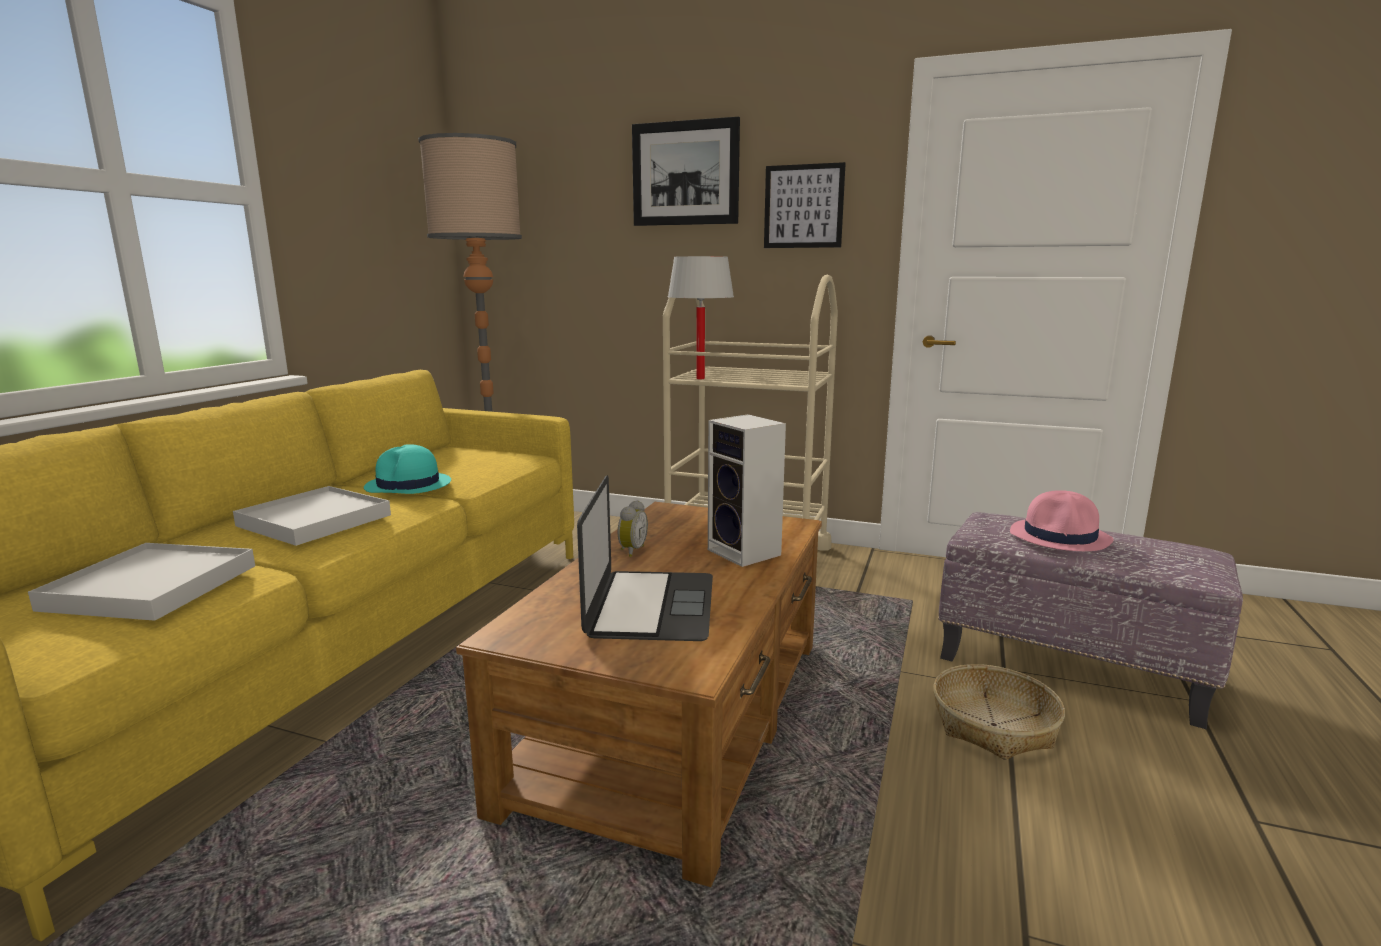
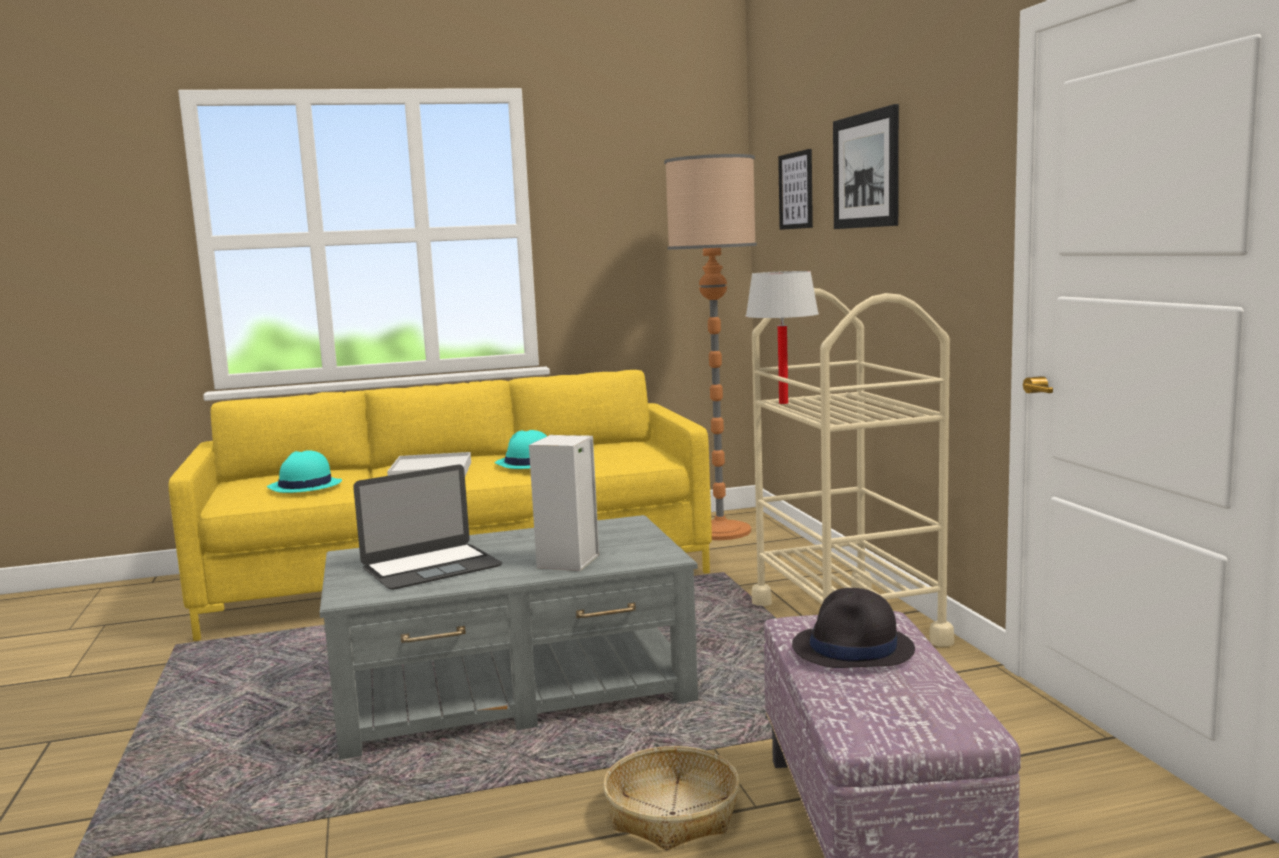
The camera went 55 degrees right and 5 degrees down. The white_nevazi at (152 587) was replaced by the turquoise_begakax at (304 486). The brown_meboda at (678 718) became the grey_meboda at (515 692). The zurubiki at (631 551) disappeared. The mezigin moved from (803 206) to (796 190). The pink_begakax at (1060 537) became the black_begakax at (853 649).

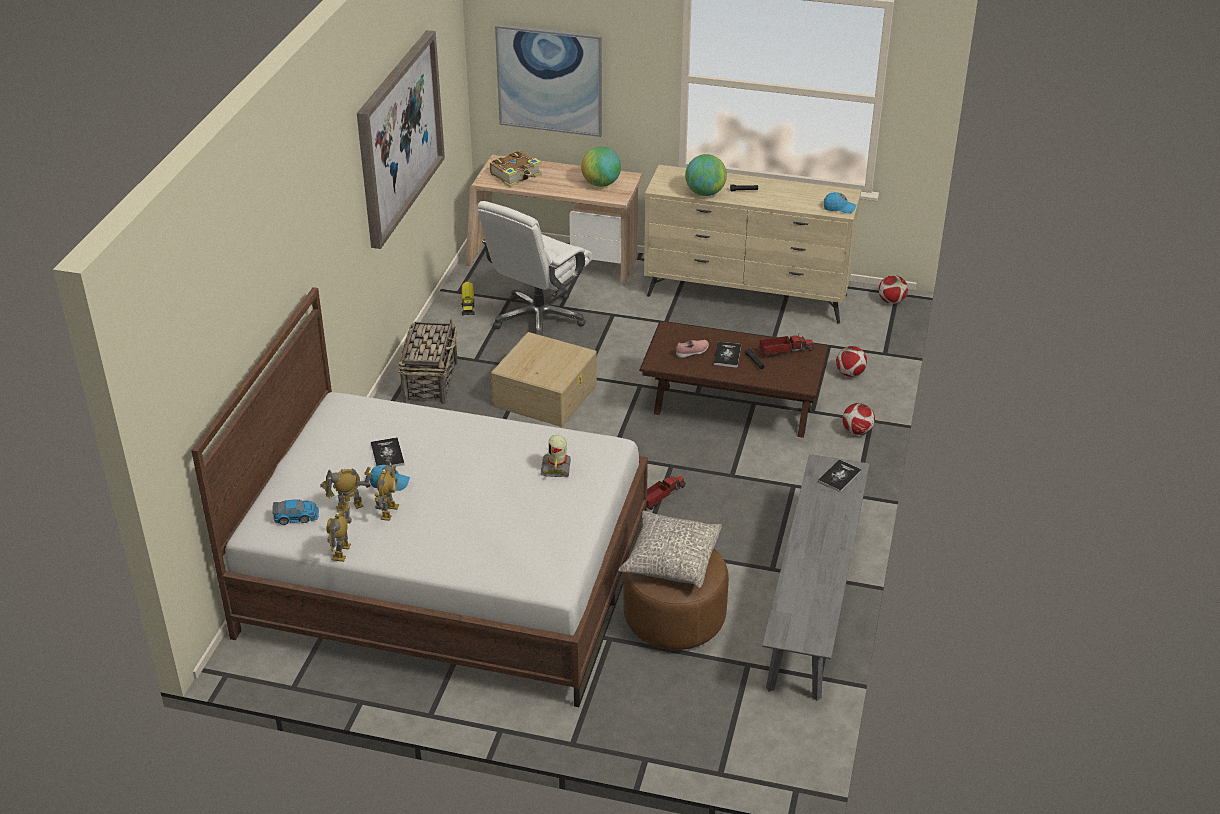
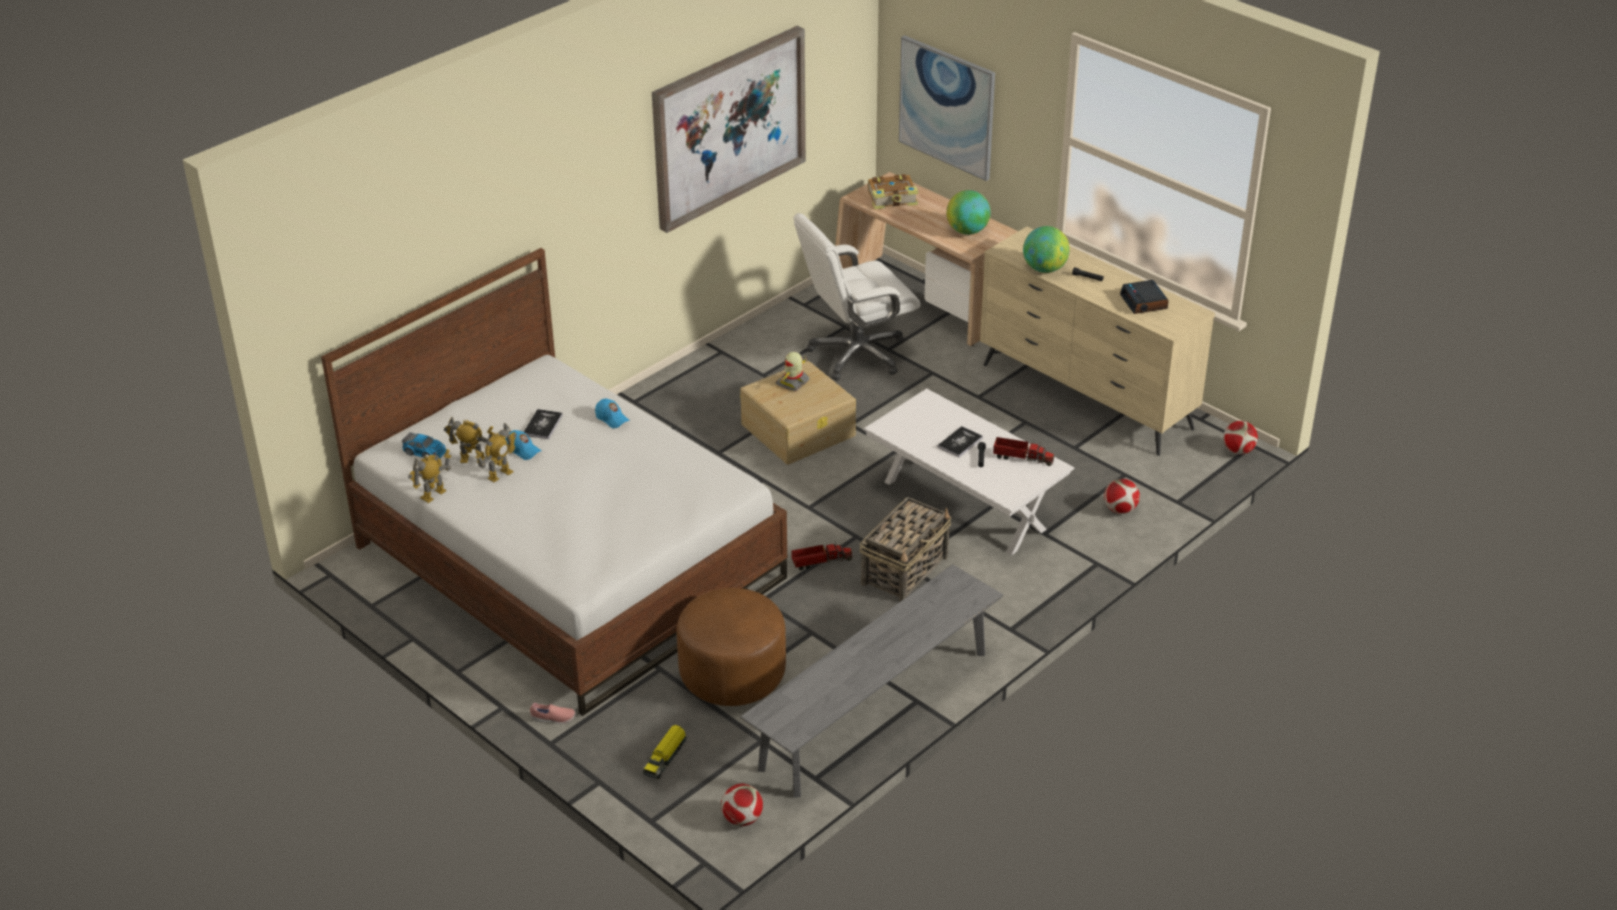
The camera went 30 degrees right and 0 degrees up. The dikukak moved from (431 381) to (905 569). The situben moved from (468 304) to (665 757). The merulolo moved from (556 468) to (793 383). The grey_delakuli at (671 559) disappeared. The brown_meboda at (732 411) became the white_meboda at (963 505). The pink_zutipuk moved from (692 352) to (553 719). The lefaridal at (839 477) disappeared. The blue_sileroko moved from (839 208) to (612 419). The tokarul moved from (856 431) to (742 819). The zurubiki at (1144 302) appeared.

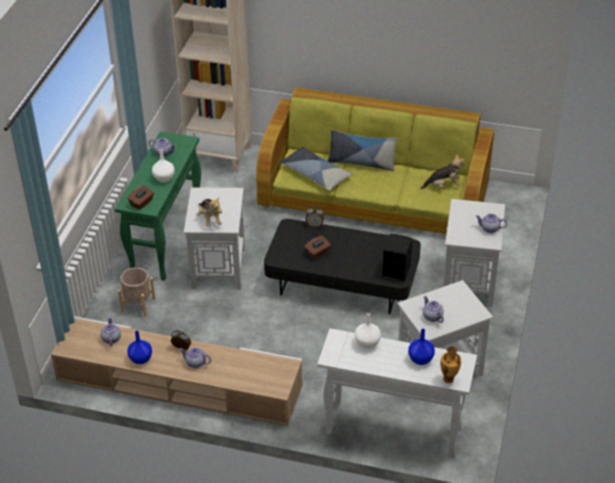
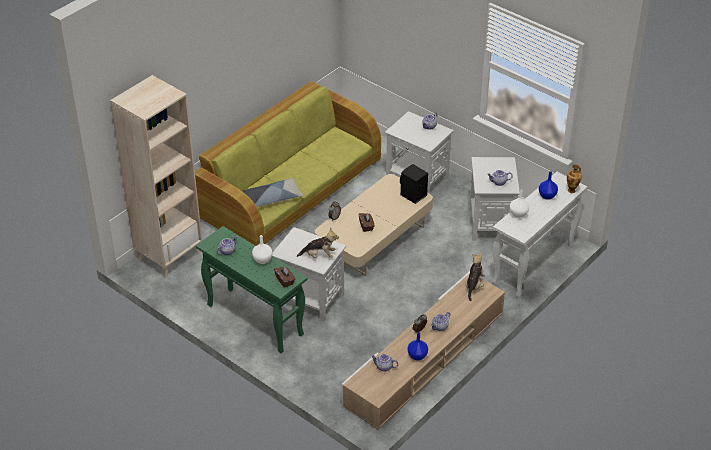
The camera went 65 degrees left and 0 degrees up. The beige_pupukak at (138 305) disappeared. The black_meboda at (342 282) became the beige_meboda at (374 239). The delakuli at (361 163) disappeared. The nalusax moved from (443 186) to (474 285).

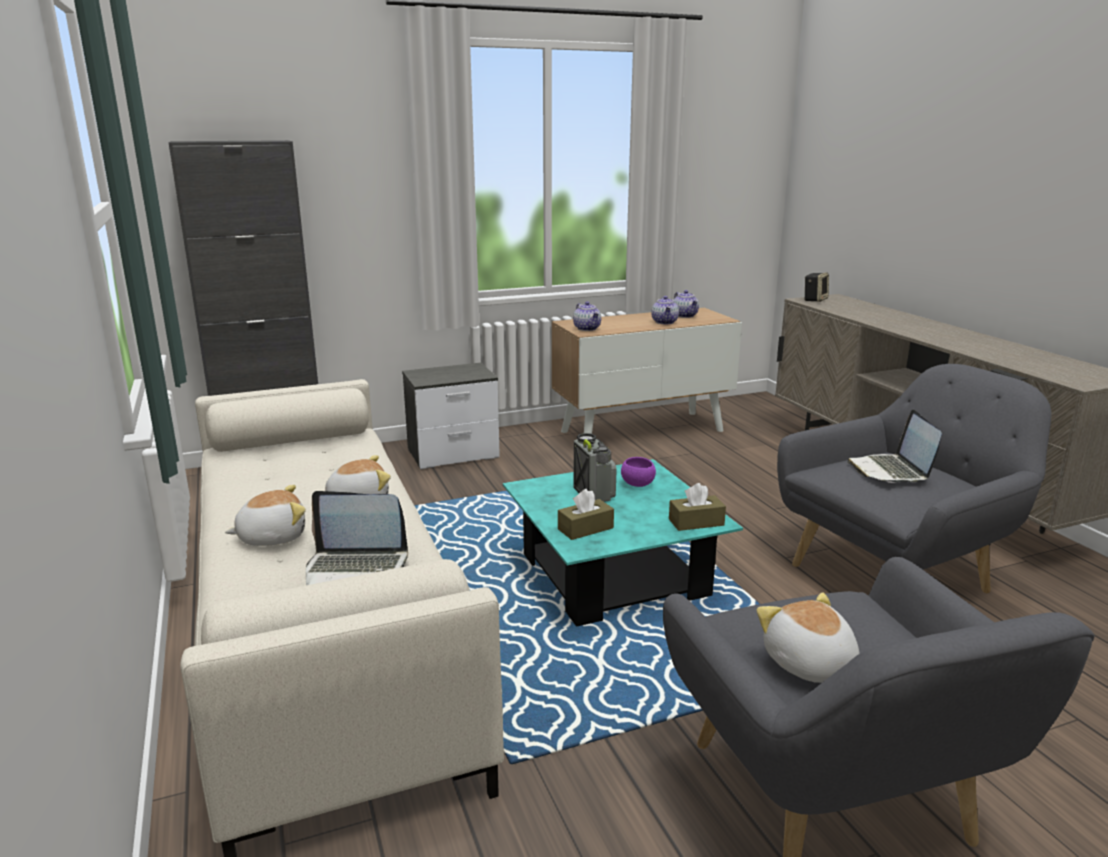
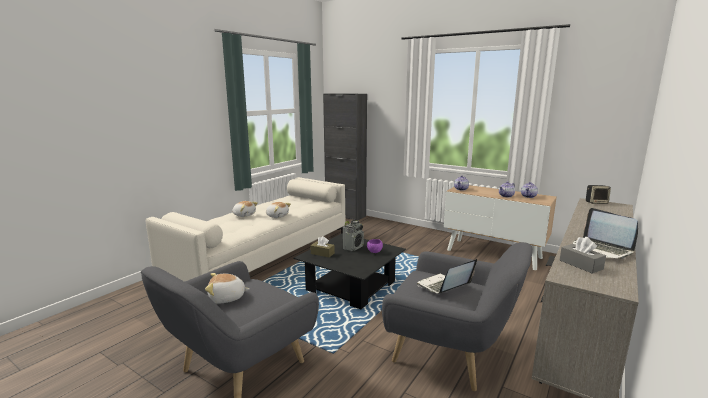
The camera went 55 degrees right and 5 degrees down. The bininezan moved from (356 570) to (600 250). The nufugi at (454 454) disappeared. The turquoise_meboda at (613 575) became the black_meboda at (351 286). The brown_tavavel at (696 522) disappeared. The nalusax at (808 664) turned 135 degrees counterclockwise. The grey_tavavel at (580 265) appeared.

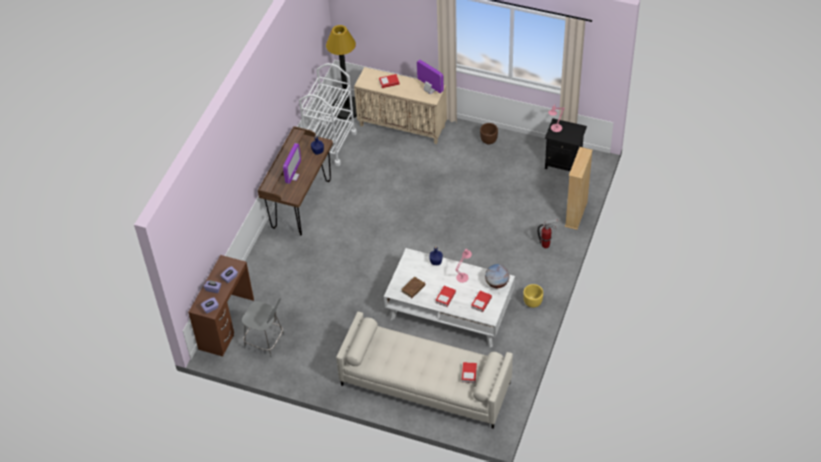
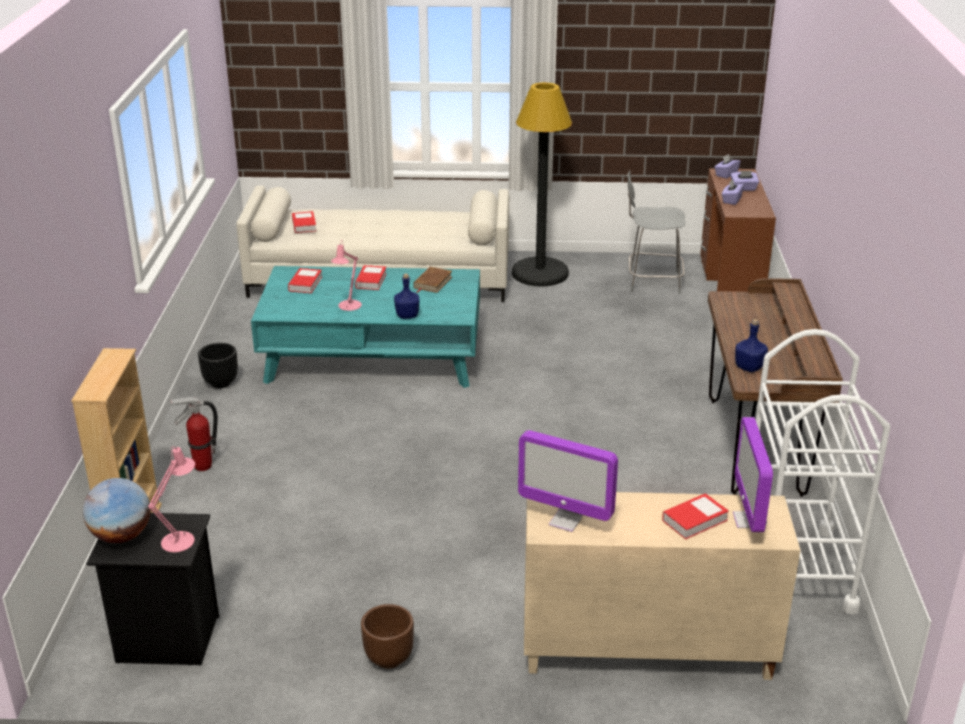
The camera went 160 degrees right and 20 degrees down. The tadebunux moved from (293 176) to (749 520). The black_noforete moved from (346 108) to (540 273). The white_meboda at (449 308) became the turquoise_meboda at (373 355). The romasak moved from (497 283) to (121 536). The yellow_pupukak at (533 303) became the black_pupukak at (220 382).

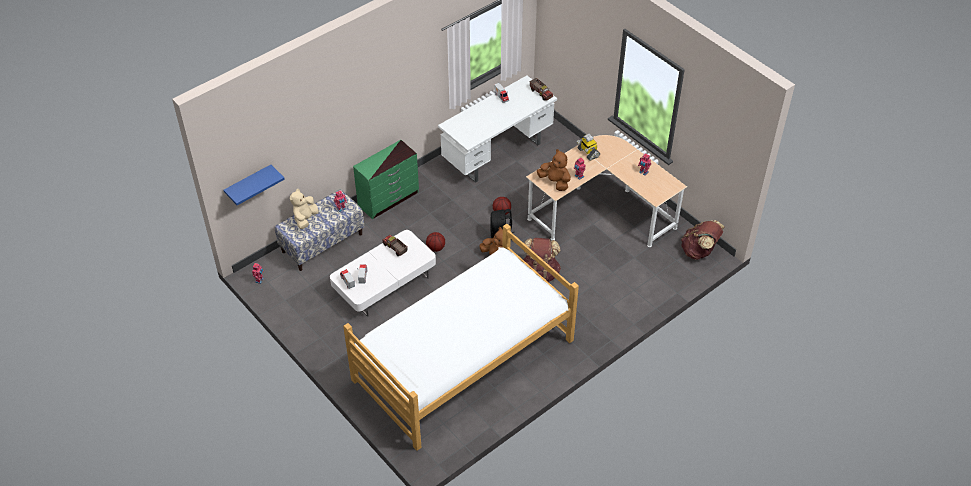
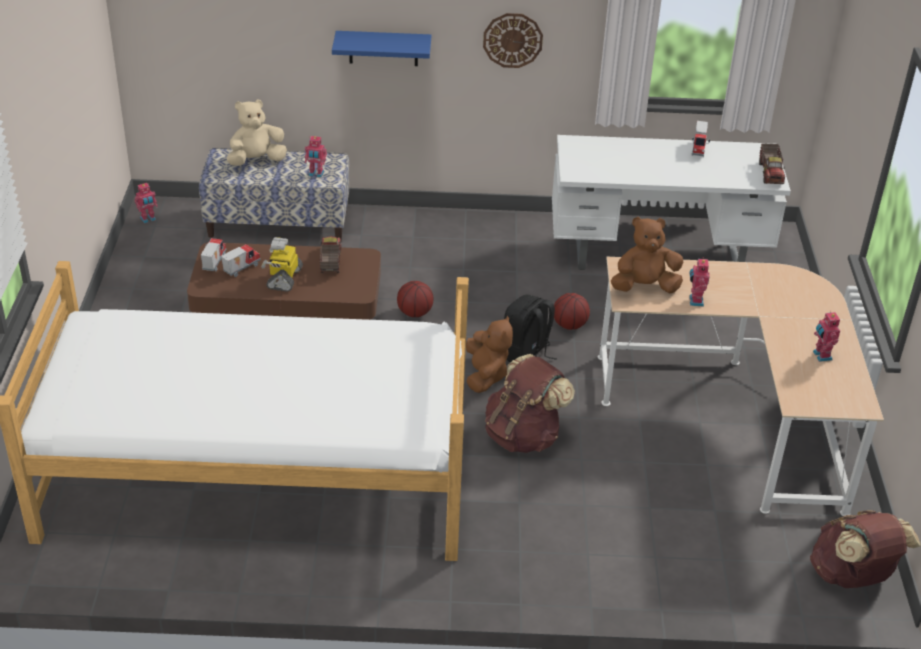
The camera went 40 degrees right and 10 degrees down. The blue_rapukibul moved from (248 184) to (383 48). The white_meboda at (384 284) became the brown_meboda at (288 313). The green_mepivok at (389 199) disappeared. The brown_nalusax at (555 182) turned 90 degrees counterclockwise. The merulolo moved from (588 152) to (284 278). The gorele at (512 40) appeared.

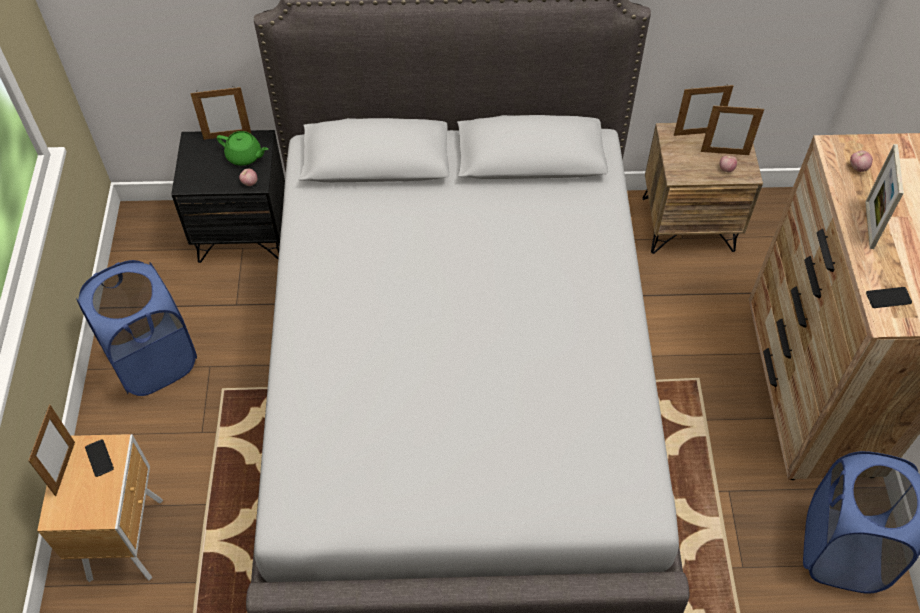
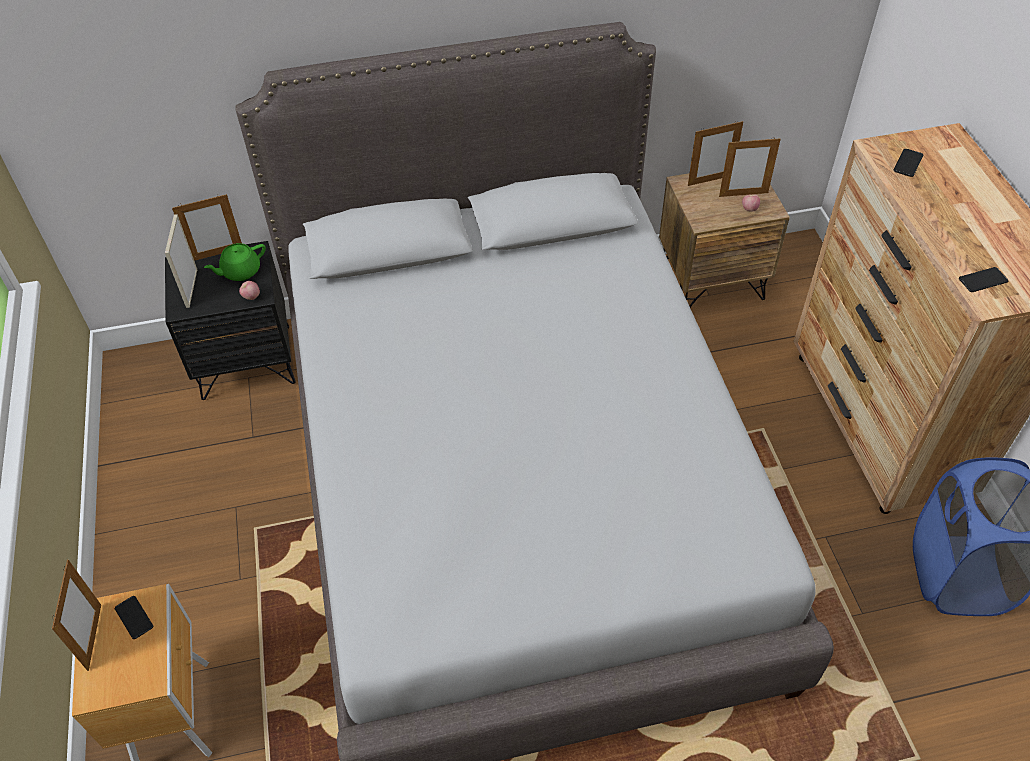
The camera went 10 degrees left and 5 degrees down. The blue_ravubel at (153 361) disappeared. The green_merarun at (244 156) turned 135 degrees clockwise. The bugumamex at (857 168) was replaced by the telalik at (908 163). The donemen moved from (869 224) to (191 288).

